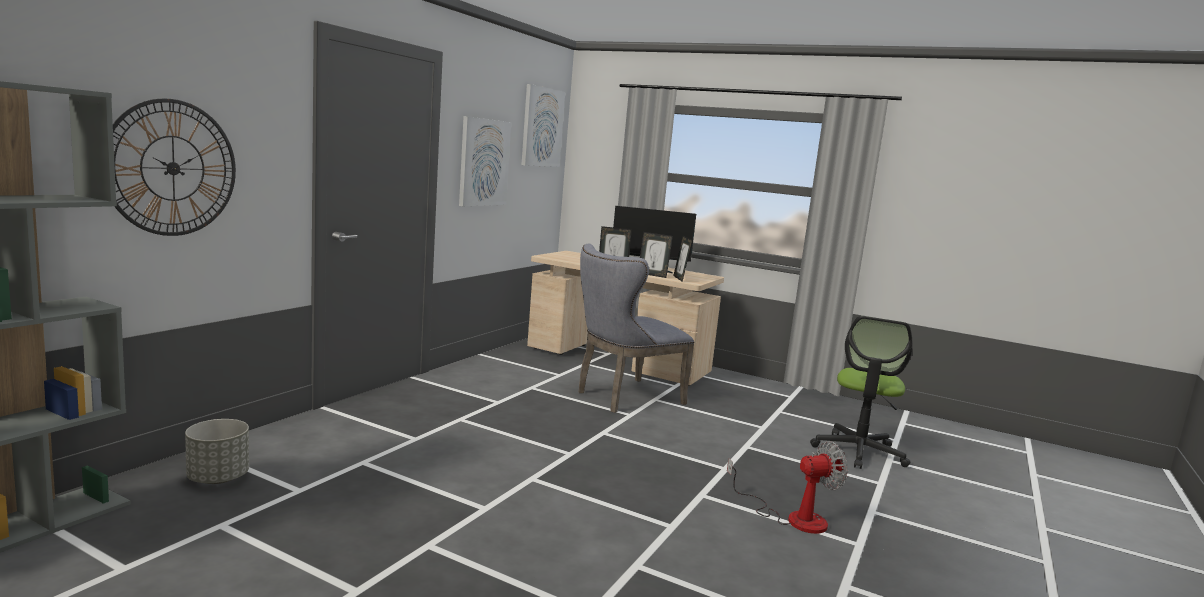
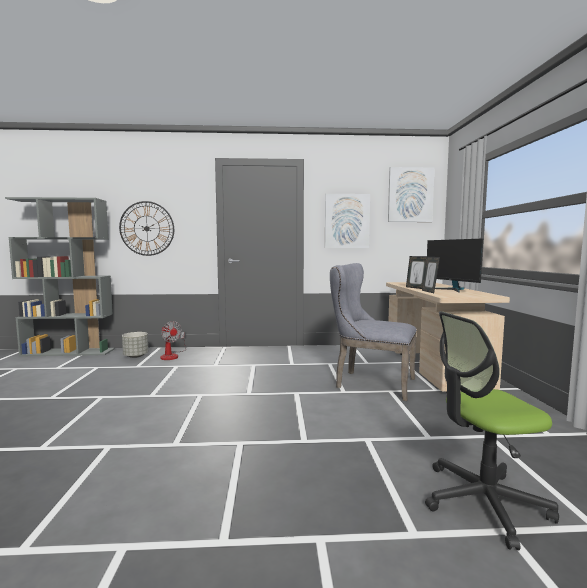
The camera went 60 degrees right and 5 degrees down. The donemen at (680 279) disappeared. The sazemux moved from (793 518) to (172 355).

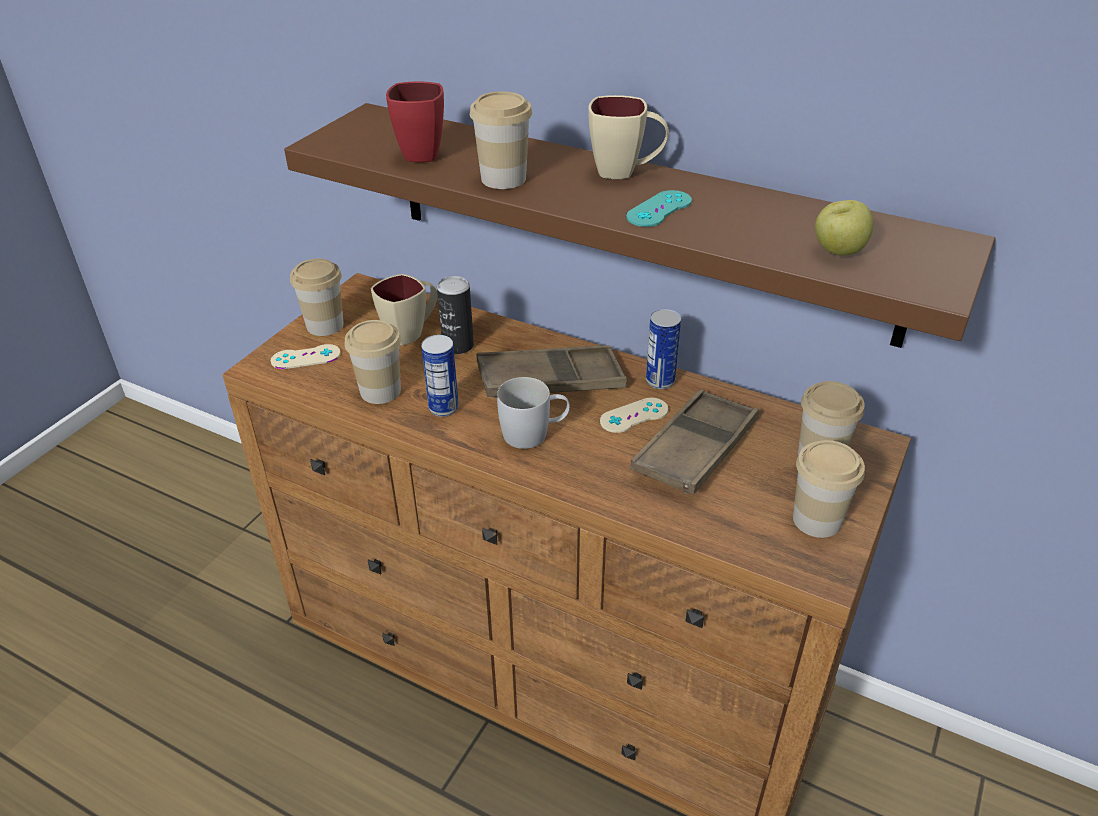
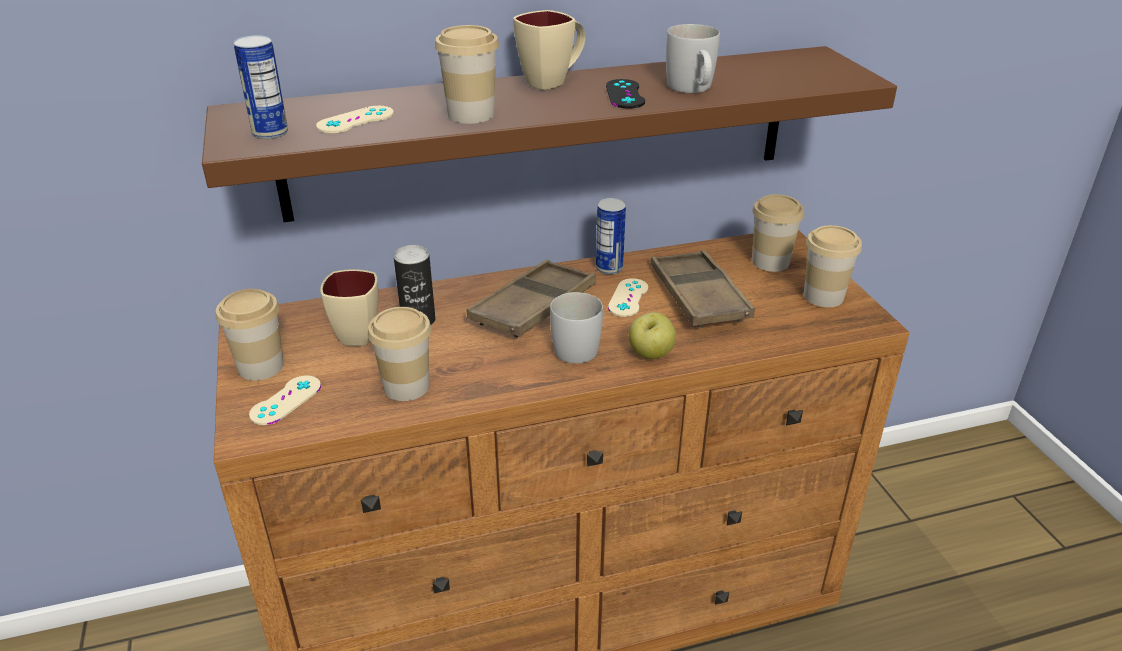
The camera went 45 degrees left and 5 degrees down. The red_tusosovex at (422 151) was replaced by the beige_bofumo at (355 120). The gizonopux moved from (443 408) to (270 133). The turquoise_bofumo at (659 209) became the black_bofumo at (625 94). The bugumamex moved from (838 252) to (651 355). The white_tusosovex at (692 89) appeared.

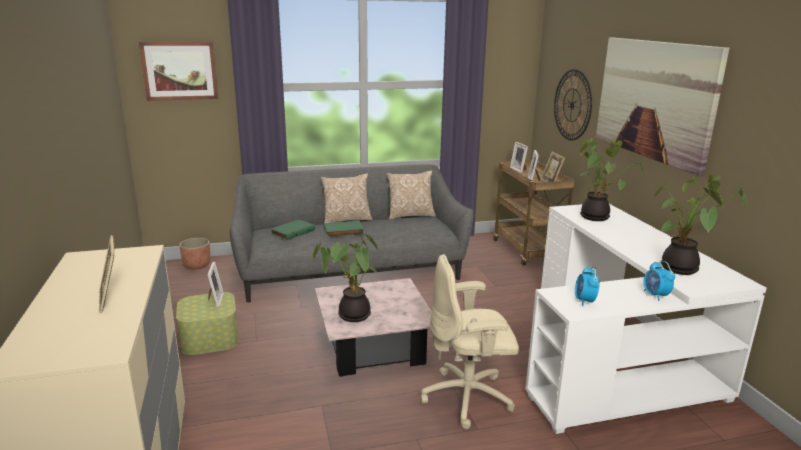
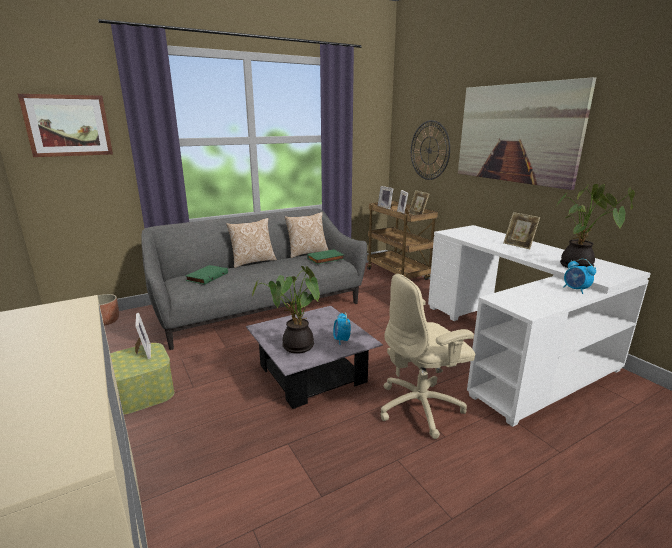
The camera went 15 degrees left and 0 degrees up. The donemen moved from (111 300) to (518 245). The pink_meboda at (374 347) became the grey_meboda at (312 374). The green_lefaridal moved from (343 232) to (326 259). The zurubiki moved from (584 301) to (341 340). The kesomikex at (597 217) disappeared.

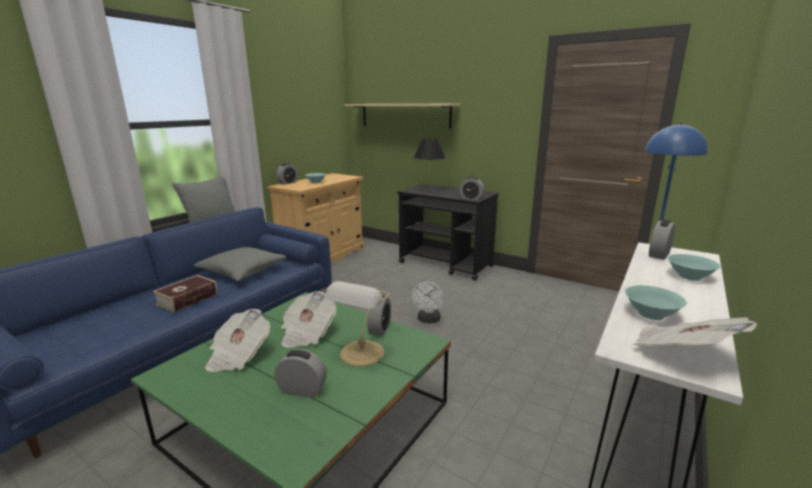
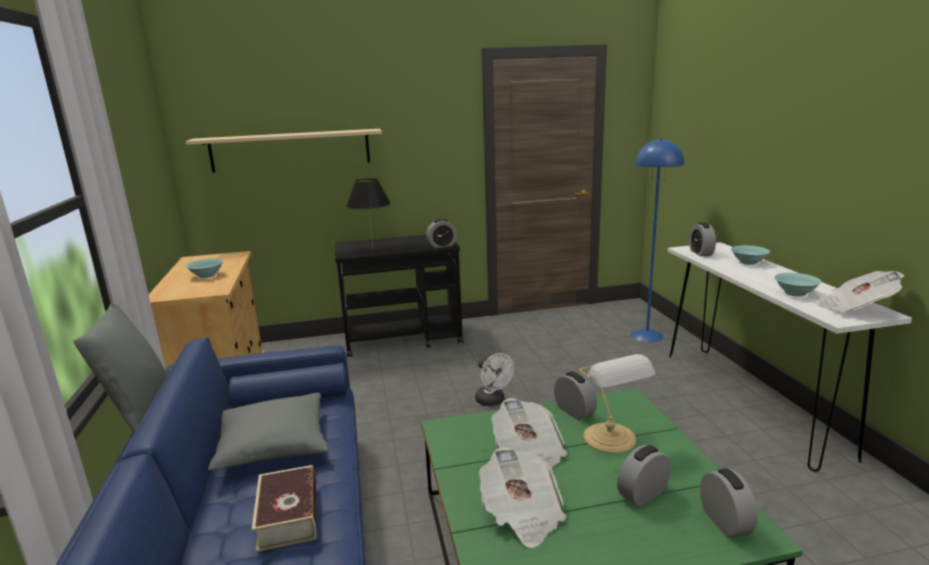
The camera went 45 degrees left and 0 degrees up. The zurubiki moved from (288 183) to (724 522).

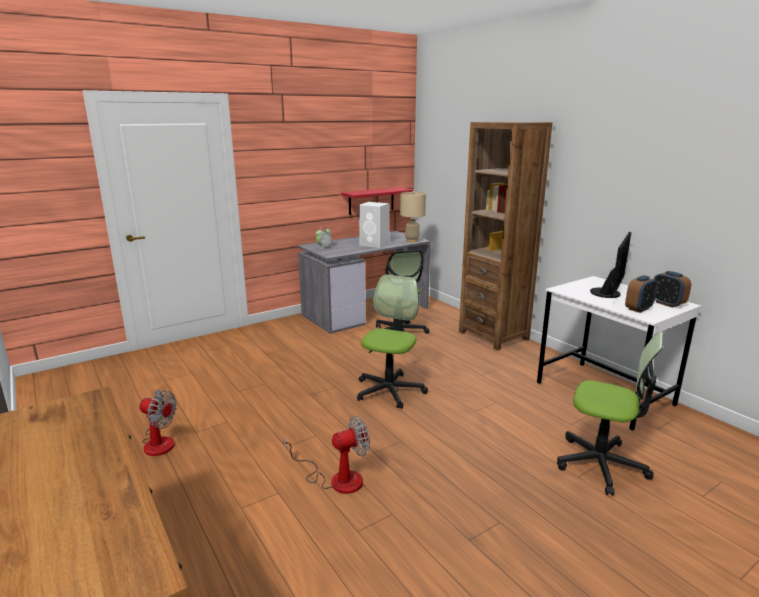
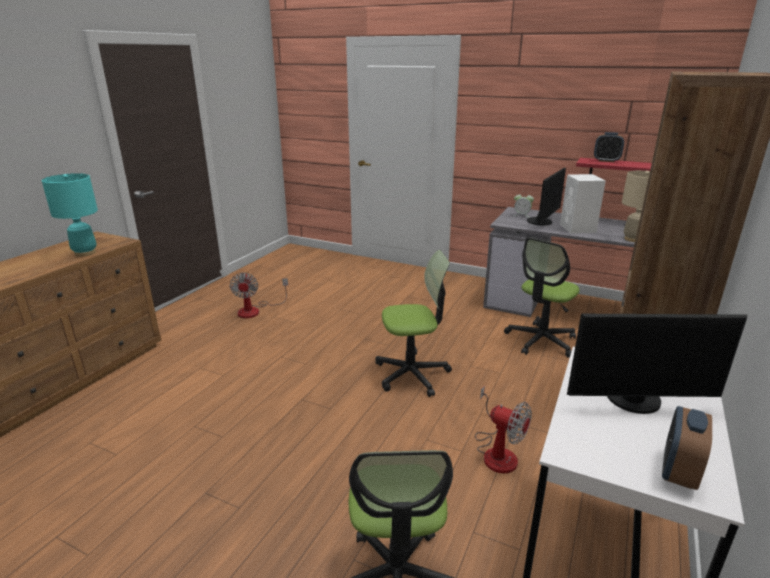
The camera went 60 degrees right and 5 degrees up. The sazemux moved from (336 479) to (497 451). The zurubiki moved from (638 309) to (606 161). The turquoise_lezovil at (85 253) appeared. The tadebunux at (542 222) appeared.

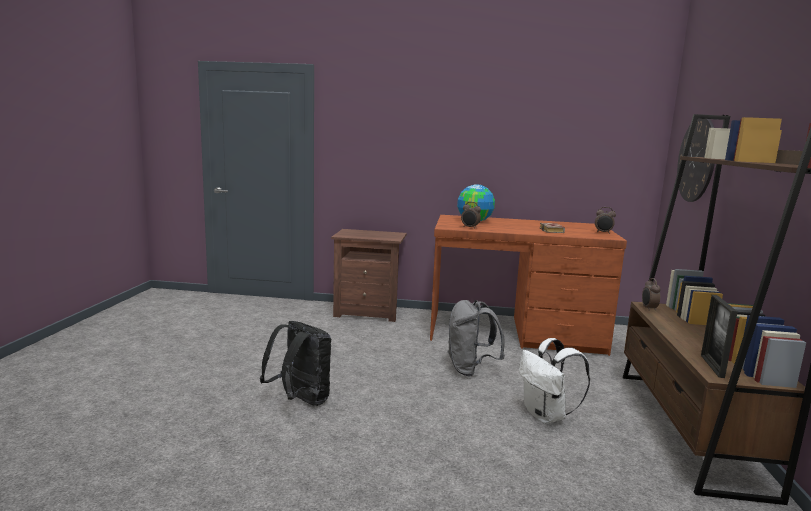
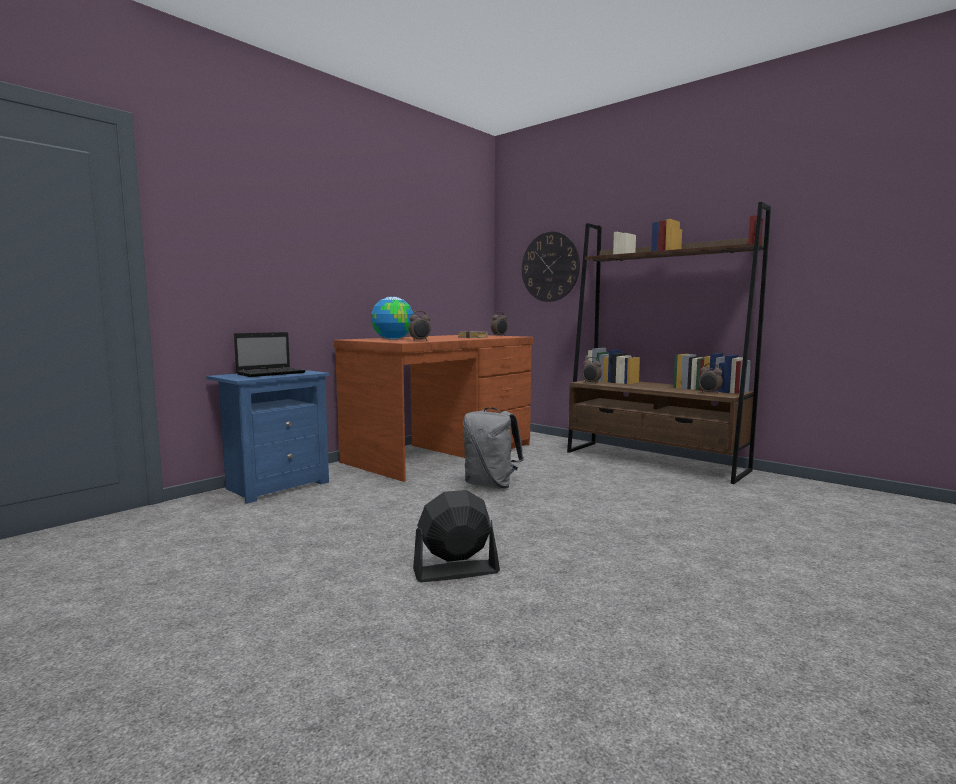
The camera went 55 degrees left and 5 degrees down. The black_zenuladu at (300 401) was replaced by the black_sazemux at (455 571). The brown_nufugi at (368 312) became the blue_nufugi at (275 486). The white_zenuladu at (546 416) disappeared. The donemen at (712 366) was replaced by the zurubiki at (709 393). The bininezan at (272 373) appeared.

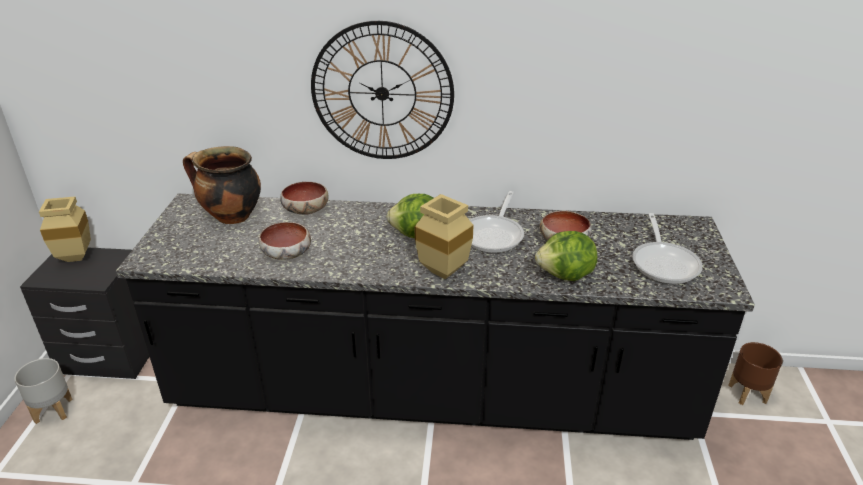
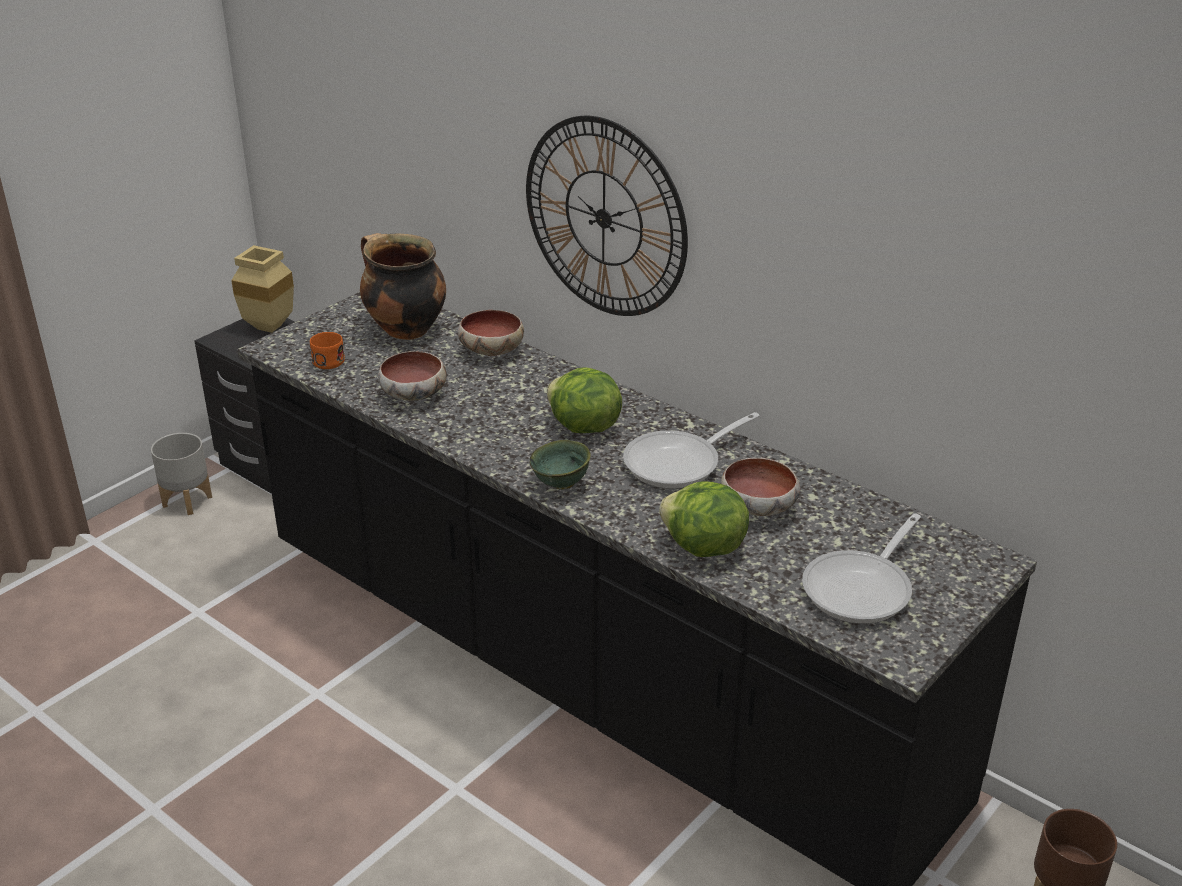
The camera went 35 degrees right and 0 degrees up. The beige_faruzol at (446 273) was replaced by the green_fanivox at (561 485). The orange_tusosovex at (328 359) appeared.

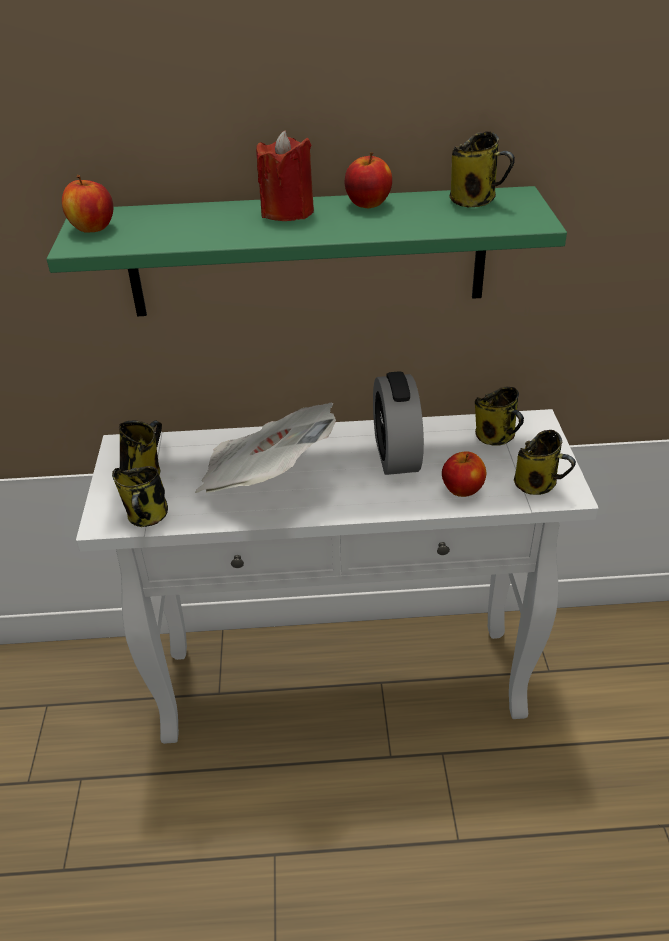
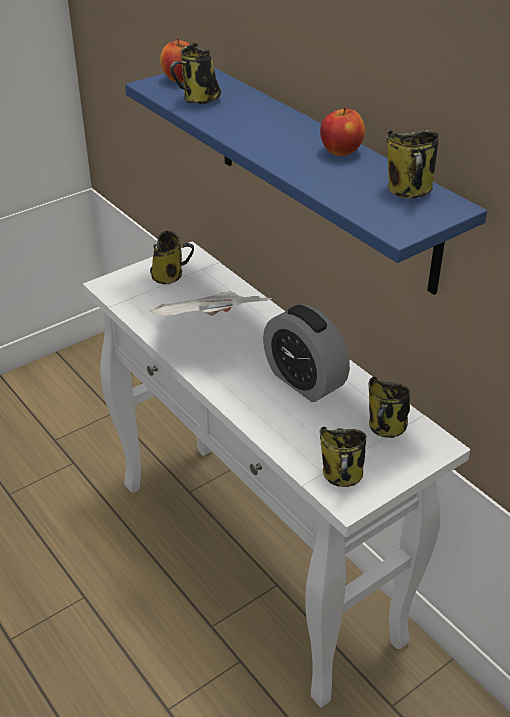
The camera went 55 degrees right and 0 degrees up. The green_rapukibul at (307 253) became the blue_rapukibul at (323 174). The tusosovex moved from (147 517) to (199 100). The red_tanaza at (287 212) disappeared. The zurubiki at (396 454) turned 90 degrees counterclockwise. The bugumamex at (462 490) disappeared.

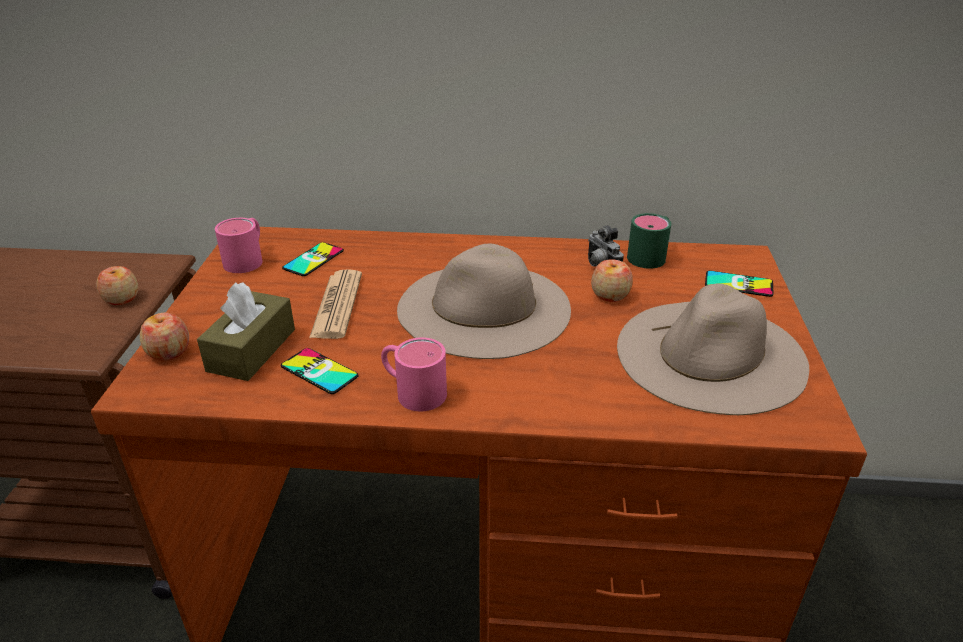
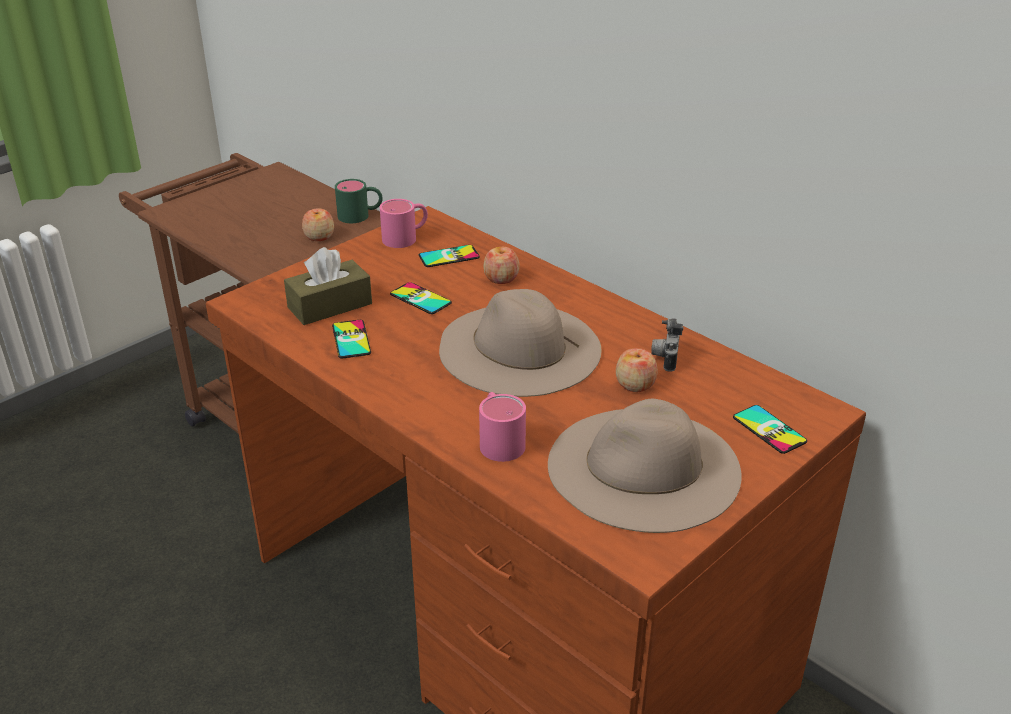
The camera went 40 degrees right and 0 degrees up. The bugumamex moved from (168 352) to (501 278). The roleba at (337 305) was replaced by the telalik at (420 299). The pink_tusosovex moved from (412 390) to (499 440). The green_tusosovex moved from (651 255) to (360 215).

